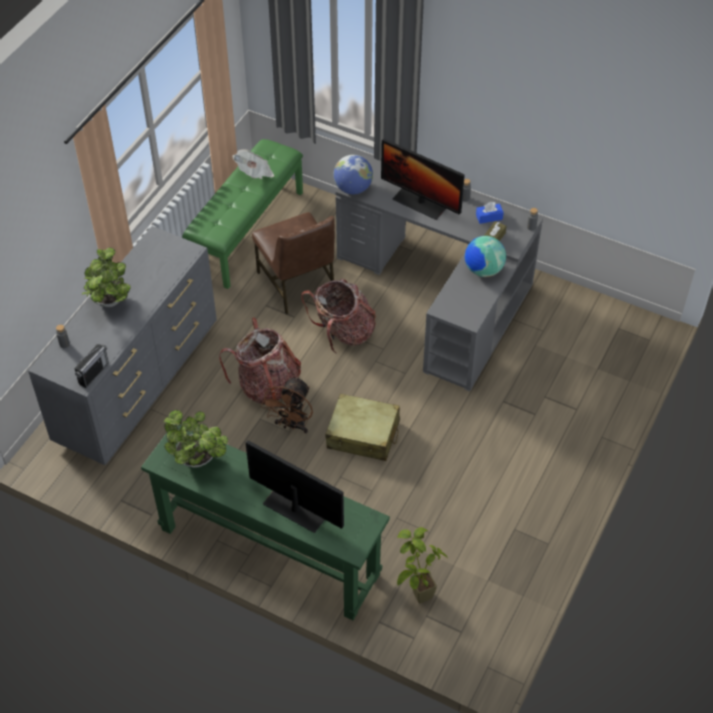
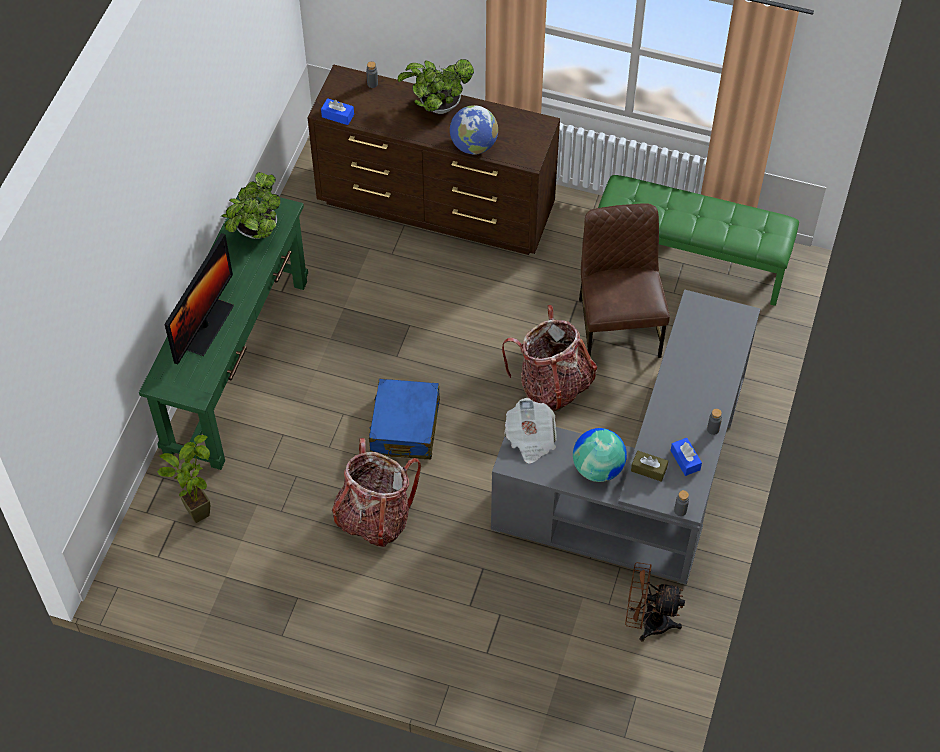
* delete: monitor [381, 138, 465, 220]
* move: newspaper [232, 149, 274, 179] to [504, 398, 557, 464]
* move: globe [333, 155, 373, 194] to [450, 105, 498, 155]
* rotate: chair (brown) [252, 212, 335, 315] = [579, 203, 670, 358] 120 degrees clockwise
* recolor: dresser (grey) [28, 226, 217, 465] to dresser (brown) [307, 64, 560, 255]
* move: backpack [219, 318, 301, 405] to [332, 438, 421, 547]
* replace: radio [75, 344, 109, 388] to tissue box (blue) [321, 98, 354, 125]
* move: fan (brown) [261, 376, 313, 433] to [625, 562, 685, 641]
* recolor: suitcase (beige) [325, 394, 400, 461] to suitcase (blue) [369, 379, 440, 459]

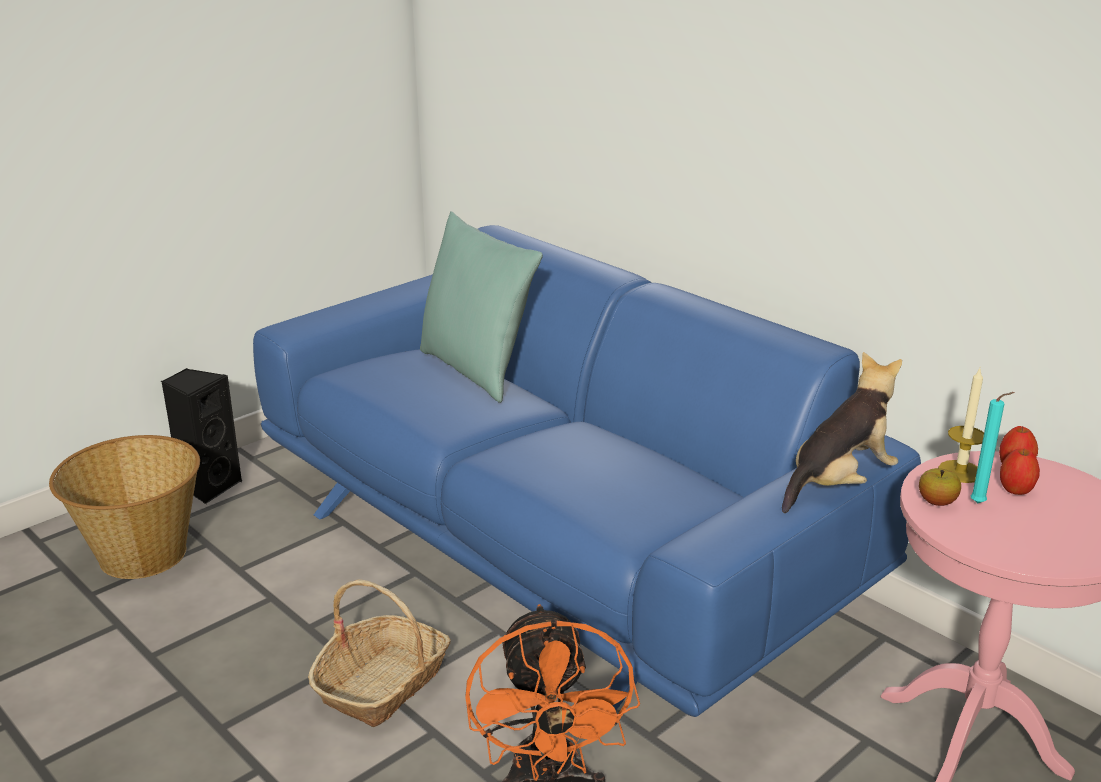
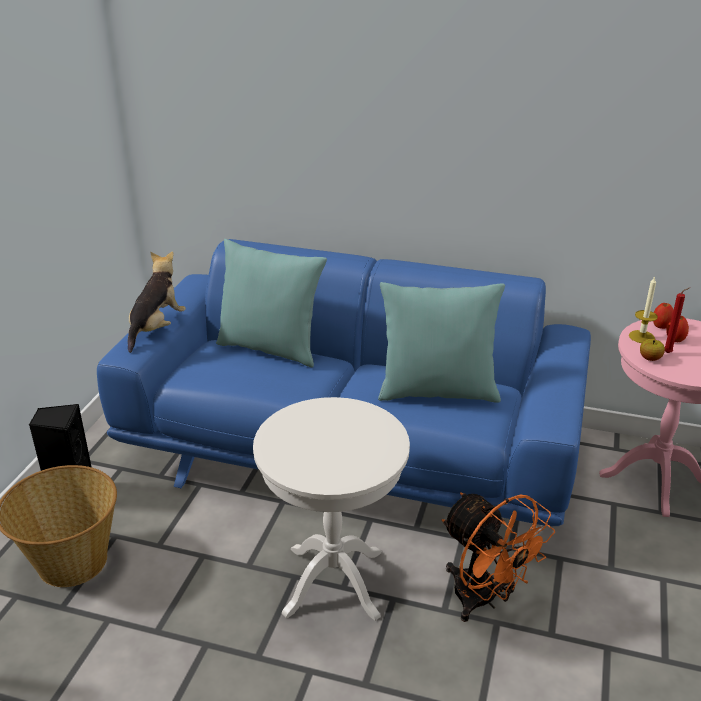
* move: plush toy [782, 352, 902, 513] to [128, 251, 186, 353]
* recolor: candle (turquoise) [971, 392, 1015, 503] to candle (red) [665, 287, 690, 353]
* replace: basket [308, 579, 451, 727] to side table (white) [253, 397, 410, 621]
* insert: pillow (turquoise) [378, 282, 505, 403]

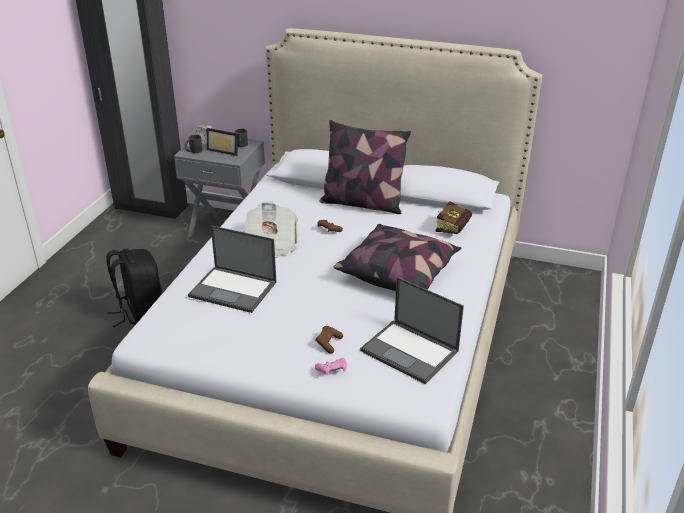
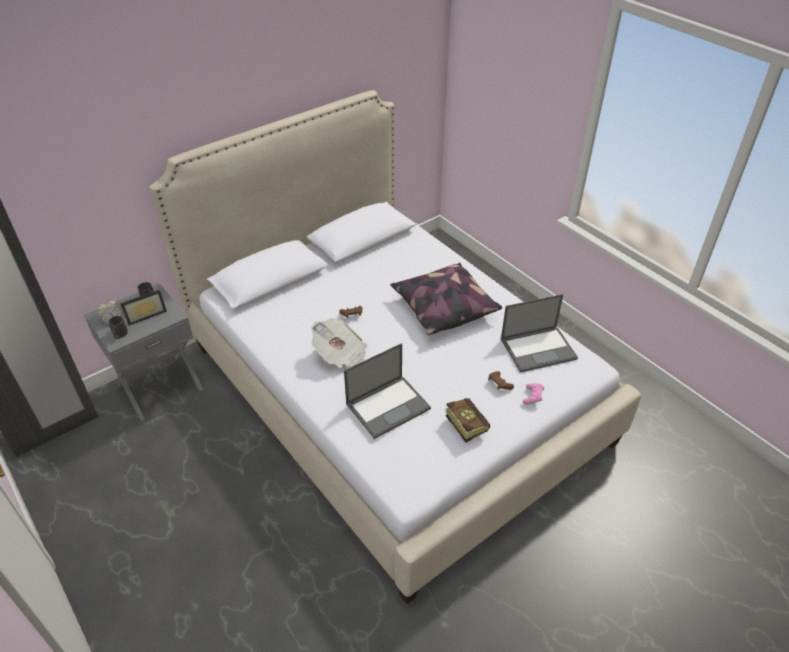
* delete: pillow [319, 120, 411, 214]
* move: book [436, 201, 472, 234] to [445, 398, 490, 443]
* delete: backpack (black) [106, 249, 162, 327]

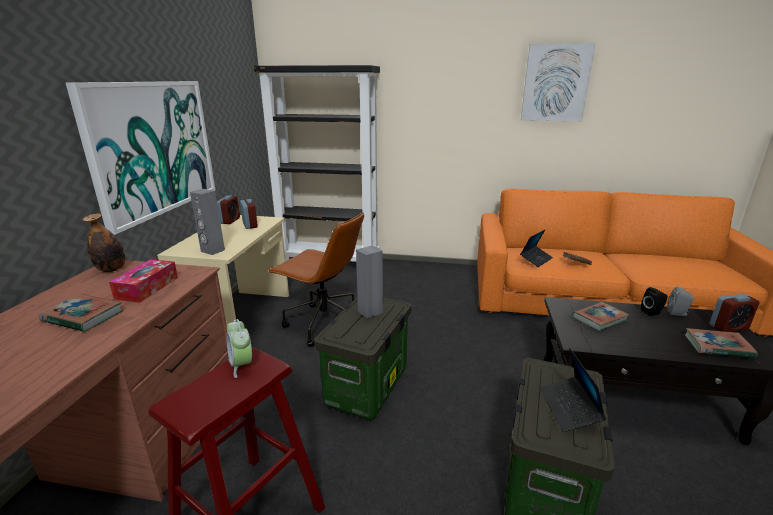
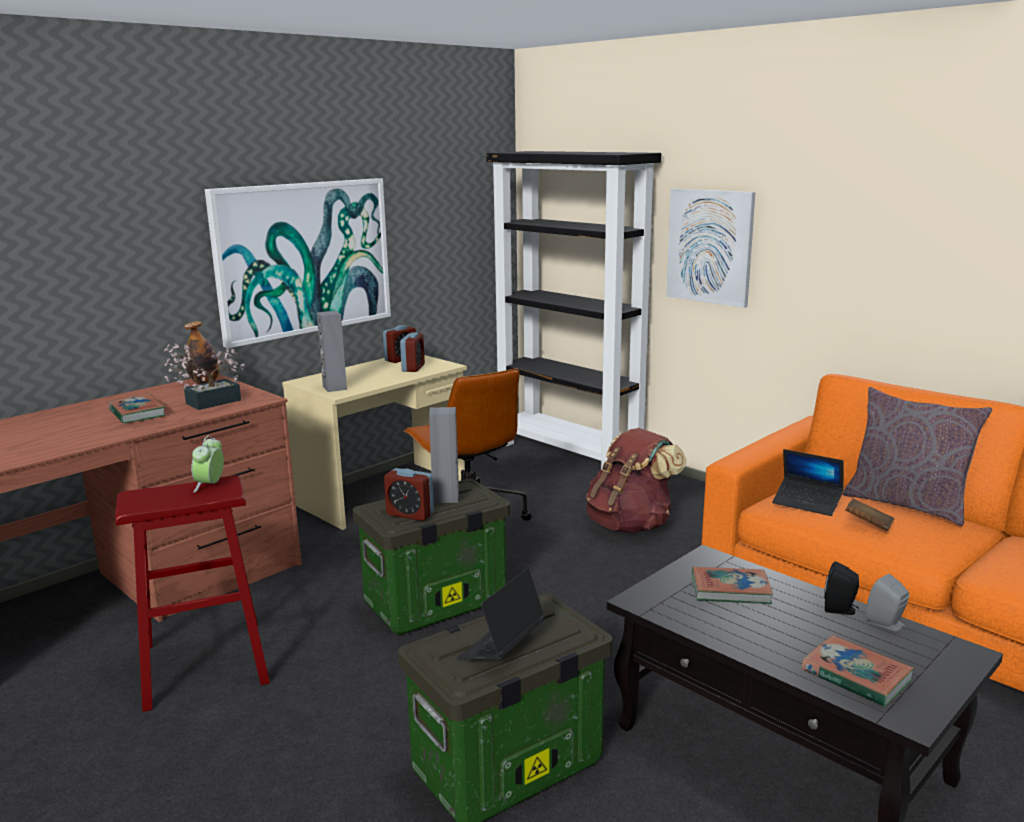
* move: picture [521, 43, 595, 121] to [666, 188, 755, 308]
* rotate: laptop [520, 230, 553, 267] = [772, 449, 844, 516] 45 degrees clockwise
* replace: tissue box [109, 259, 178, 303] to potted plant [164, 344, 245, 410]
* move: alarm clock [709, 294, 760, 332] to [384, 468, 434, 521]
* insert: pillow (grey) [843, 387, 992, 526]
* insert: backpack (brown) [586, 428, 687, 533]

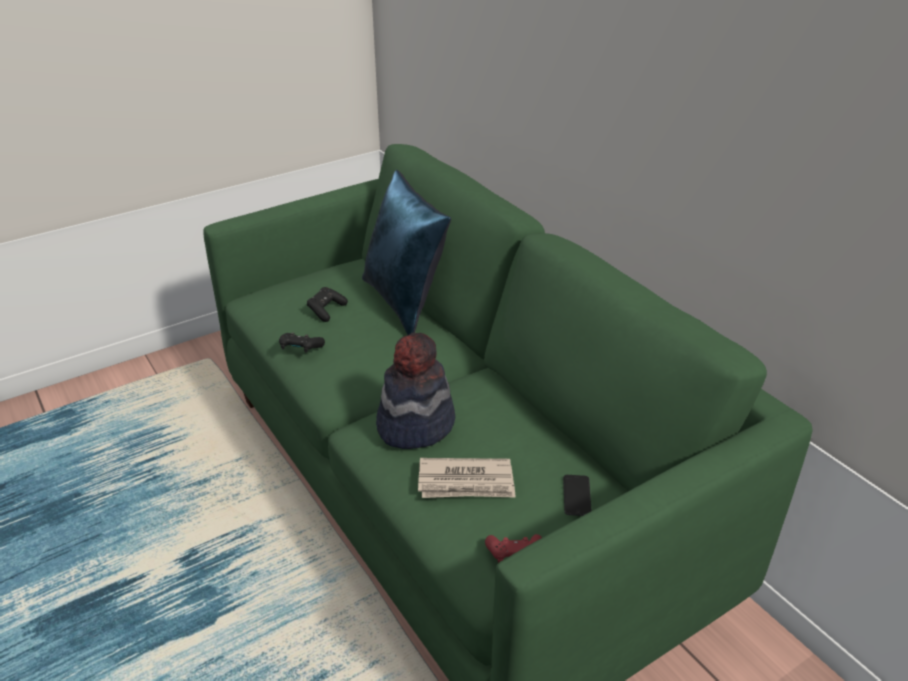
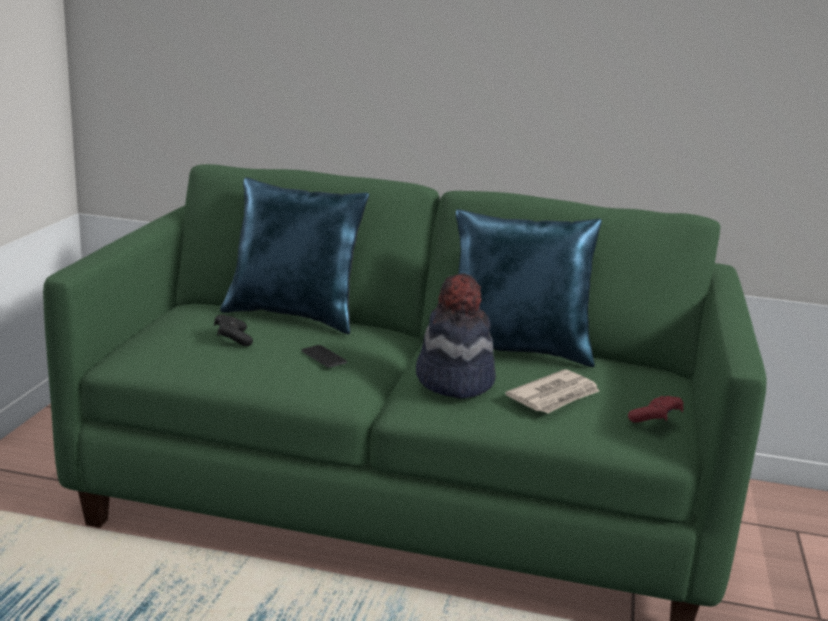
* delete: game controller (black) [279, 333, 325, 353]
* move: phone [563, 475, 592, 516] to [302, 345, 347, 368]
* insert: pillow (blue) [456, 209, 602, 367]

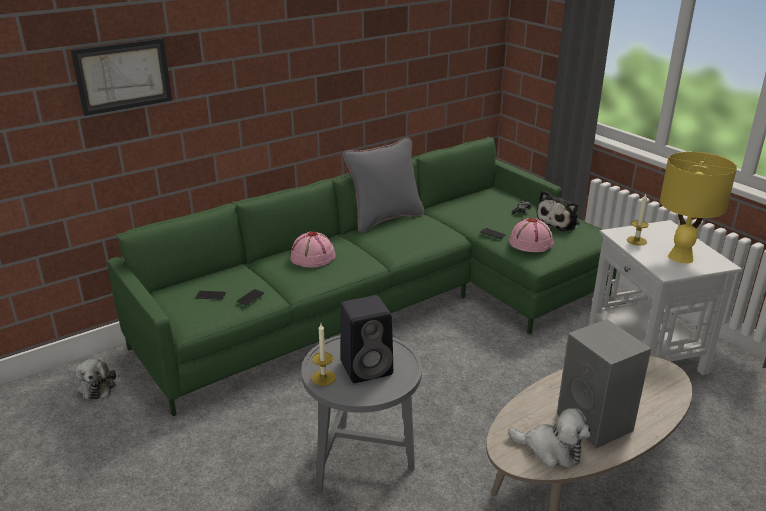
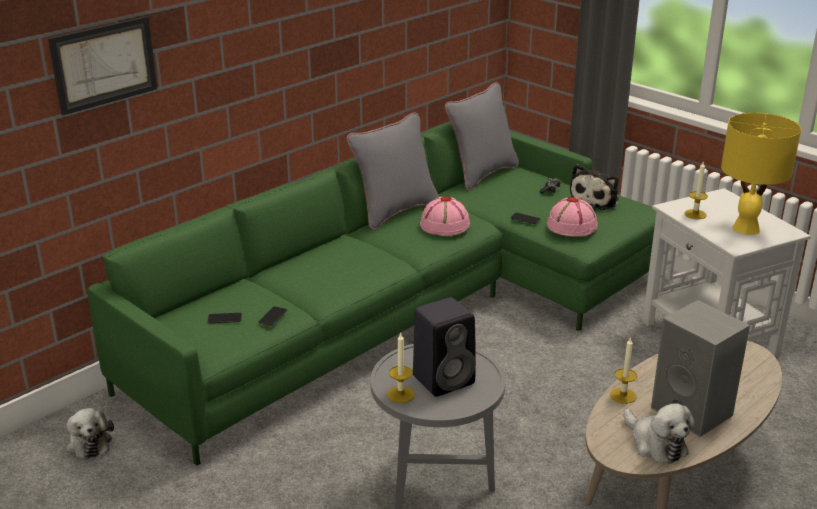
* move: hat (pink) [290, 231, 336, 268] to [420, 196, 470, 236]
* rotate: plush toy [508, 408, 591, 468] = [624, 403, 695, 464] 45 degrees clockwise
* insert: pillow (grey) [445, 82, 519, 191]
* insert: candle [610, 337, 637, 404]

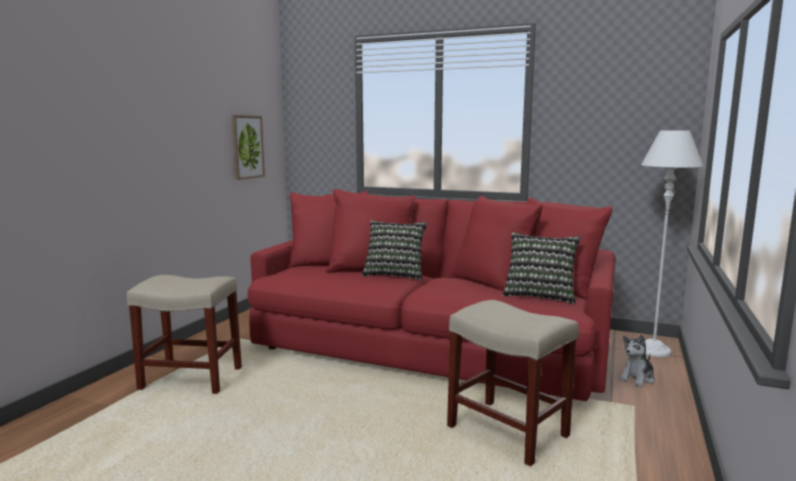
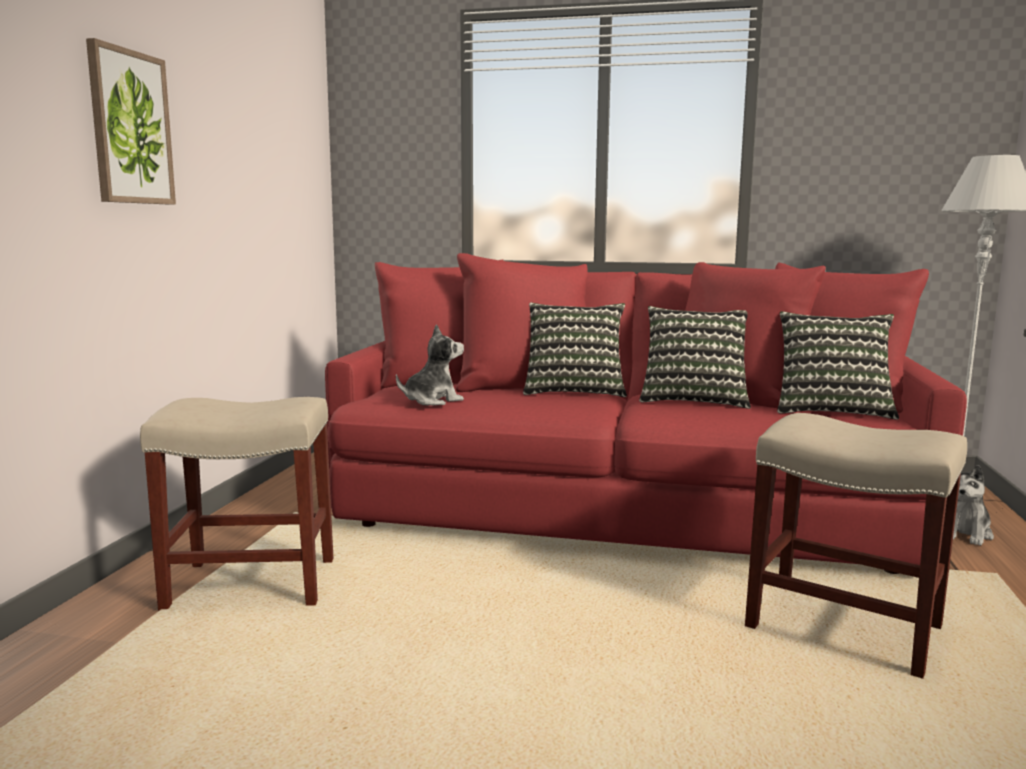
* move: picture [231, 115, 265, 180] to [86, 38, 176, 205]
* insert: pillow [639, 306, 751, 409]
* insert: plush toy [396, 324, 464, 406]

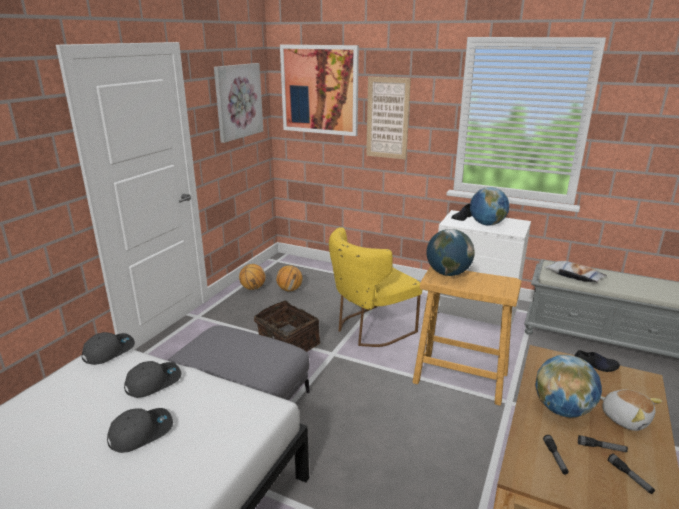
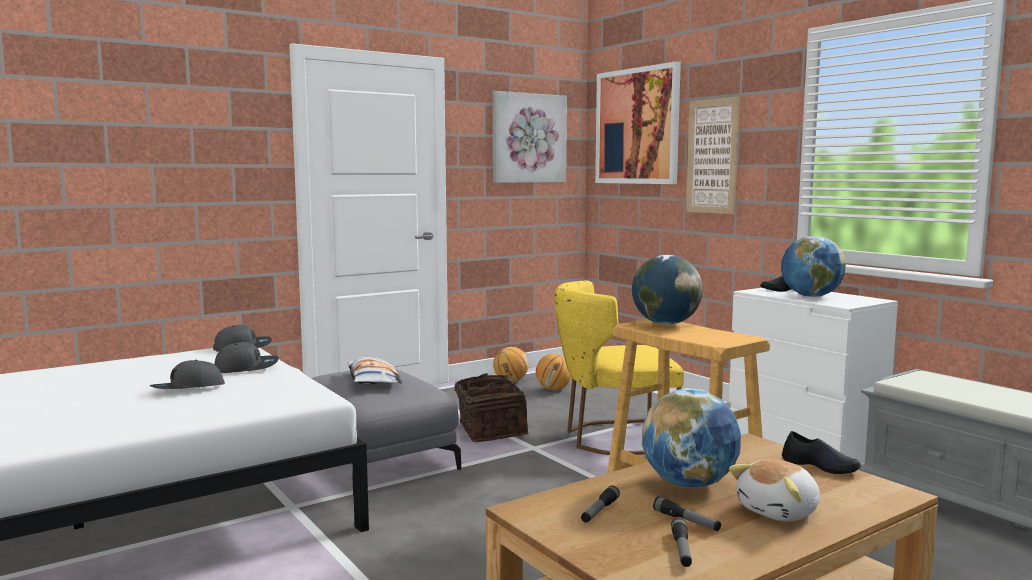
* move: pillow [544, 261, 607, 283] to [347, 357, 402, 384]
* rotate: plush toy [601, 390, 662, 431] = [729, 459, 820, 521] 60 degrees clockwise
* rotate: cap (grey) [107, 408, 173, 453] = [150, 360, 225, 389] 150 degrees clockwise

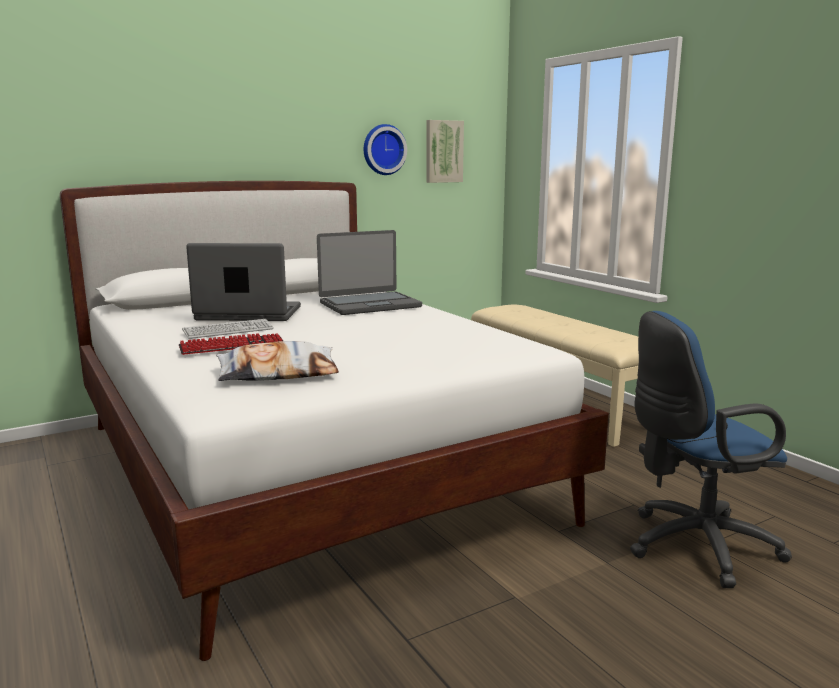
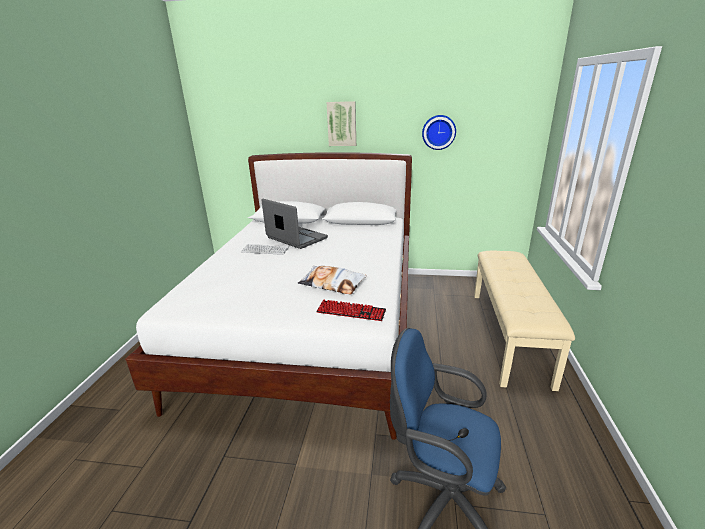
* move: picture [426, 120, 464, 183] to [327, 101, 356, 146]
* delete: laptop [317, 230, 422, 315]
* move: keyboard [179, 333, 283, 355] to [316, 299, 386, 321]
* move: pillow [216, 341, 339, 381] to [298, 266, 367, 295]

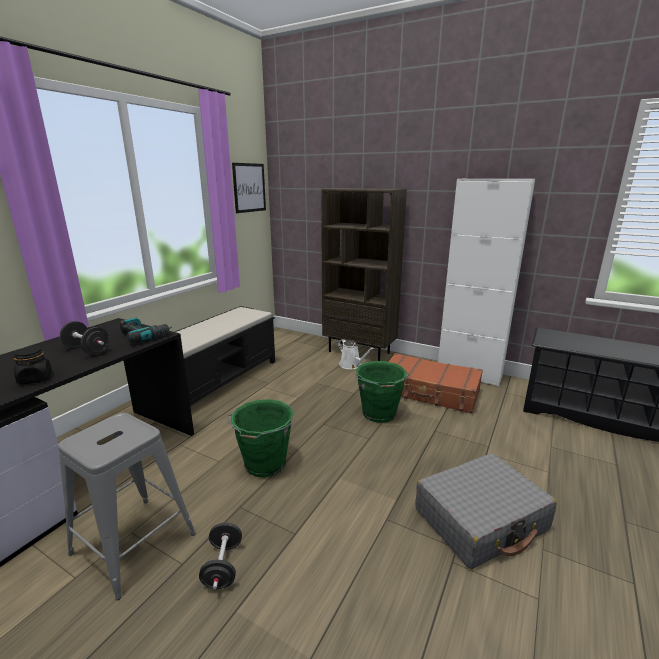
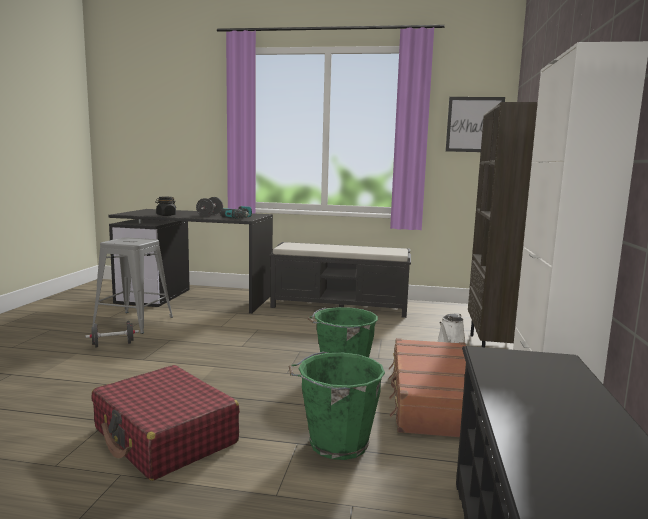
* move: bucket (green) [227, 399, 293, 477] to [289, 351, 385, 460]
* recolor: suitcase (grey) [415, 453, 557, 569] to suitcase (red) [91, 365, 240, 481]

